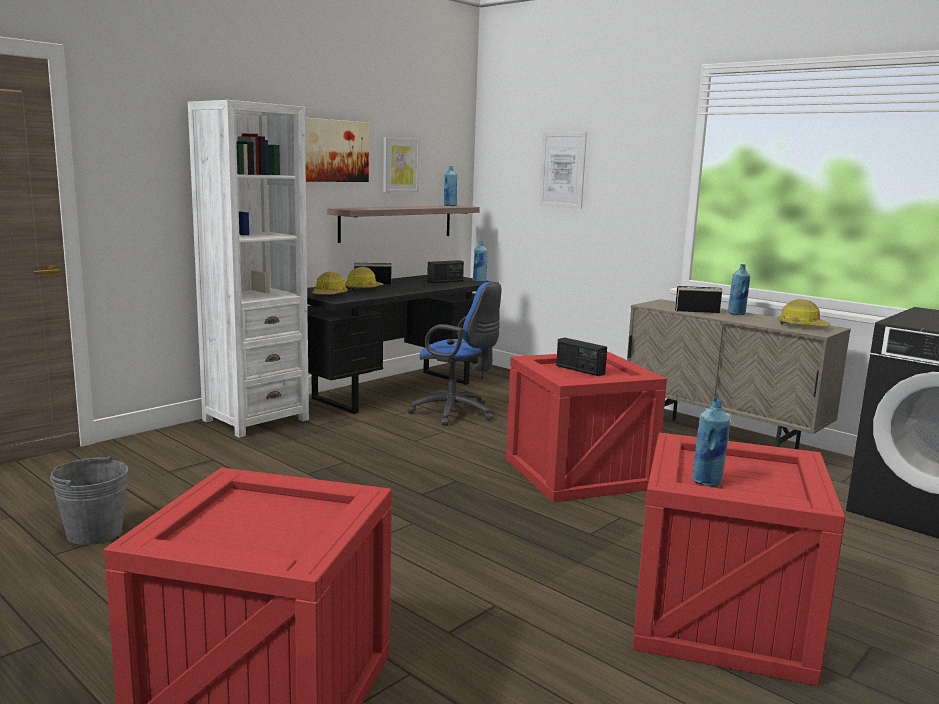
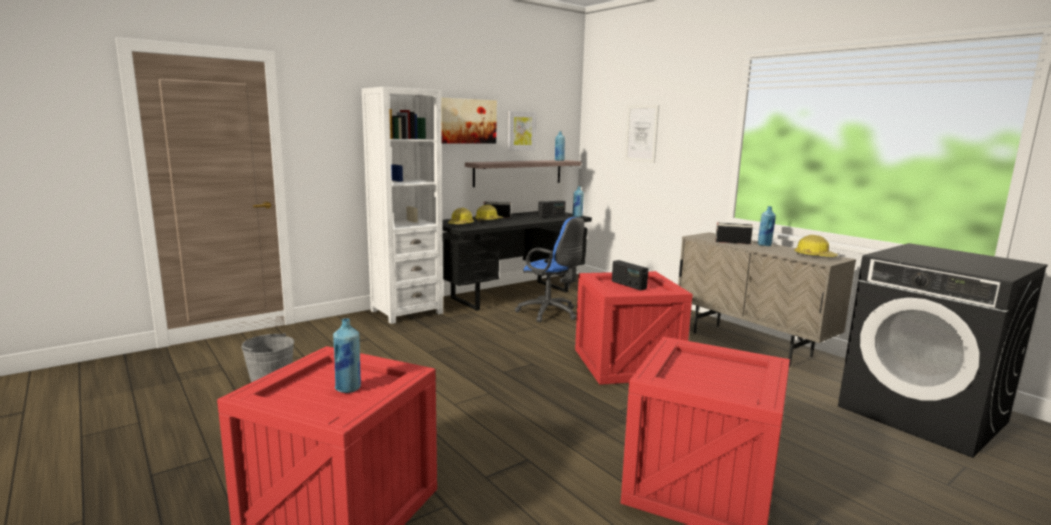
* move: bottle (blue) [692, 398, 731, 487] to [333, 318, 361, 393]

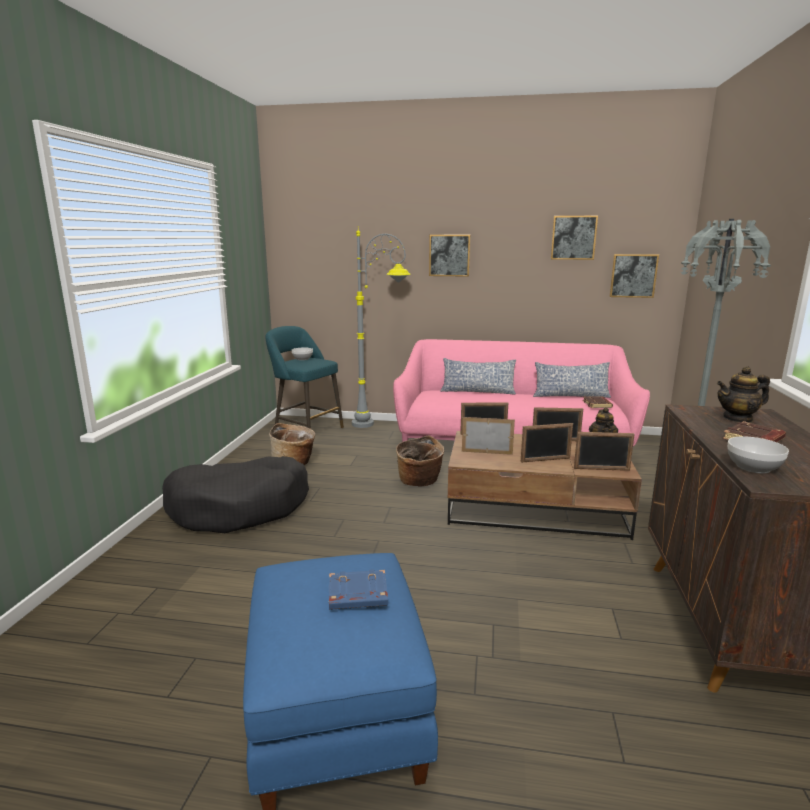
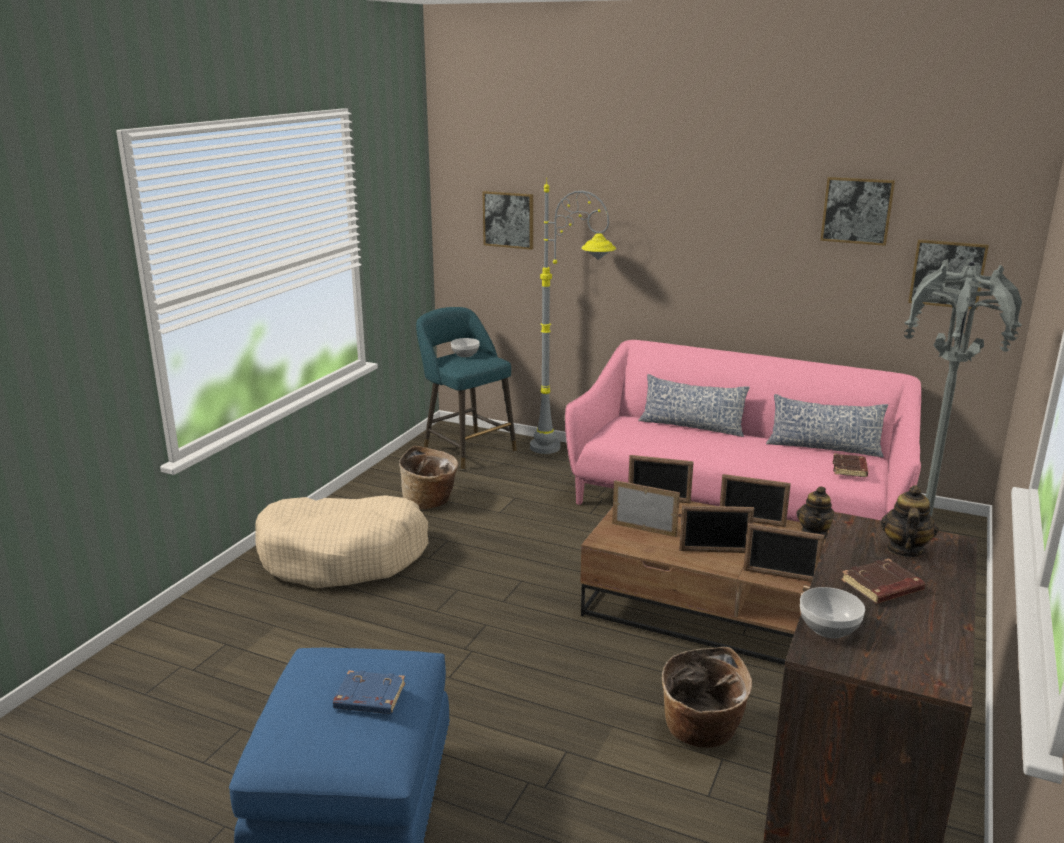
* move: picture [429, 235, 470, 277] to [483, 191, 533, 250]
* rotate: teapot [717, 366, 770, 423] = [881, 485, 939, 557] 105 degrees clockwise
* move: basket [396, 436, 444, 486] to [662, 647, 752, 748]
* recolor: dog bed (black) [162, 456, 309, 533] to dog bed (beige) [255, 495, 428, 589]

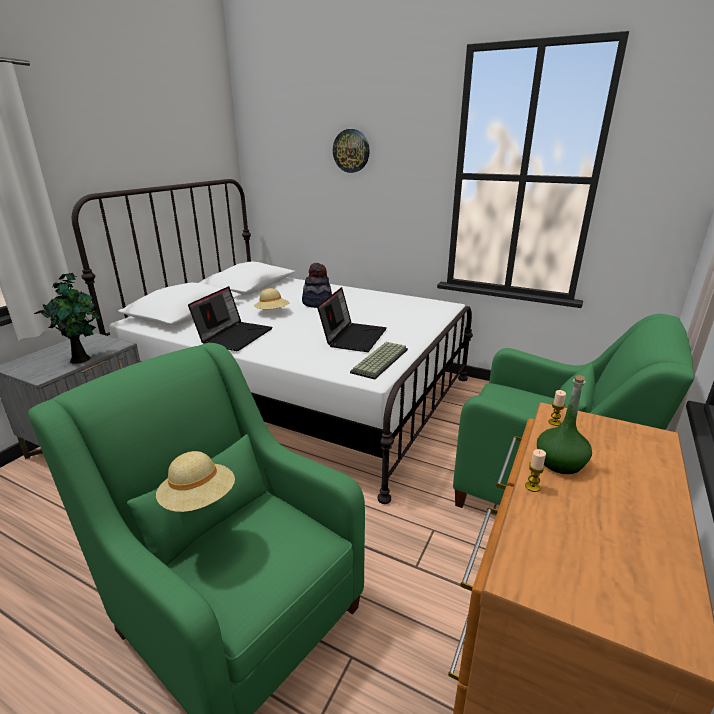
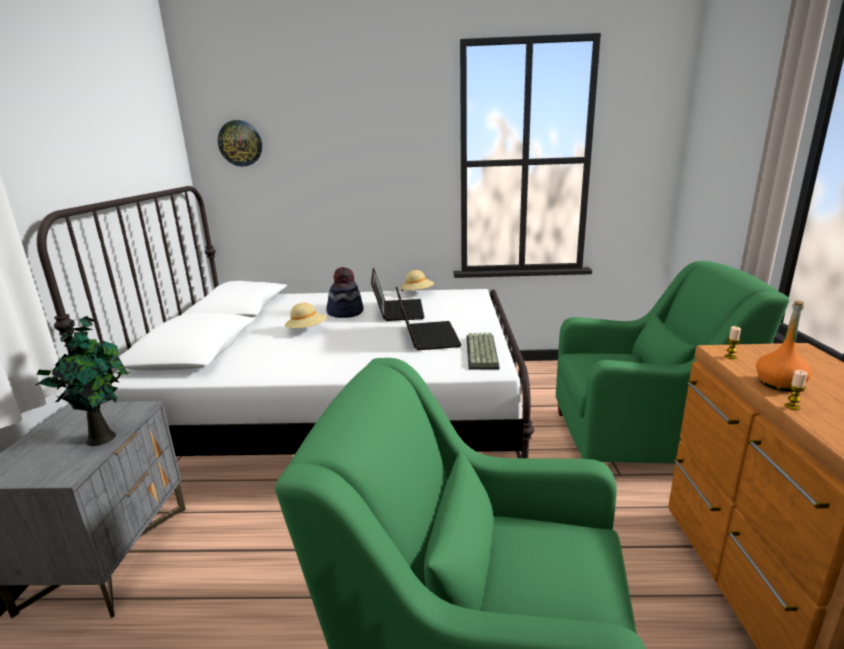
* move: wall clock [333, 129, 370, 173] to [218, 120, 262, 166]
* move: laptop [188, 286, 273, 351] to [371, 268, 424, 321]
* recolor: bottle (green) [537, 375, 592, 474] to bottle (orange) [756, 300, 812, 391]
* move: hat (beige) [156, 451, 235, 512] to [401, 270, 434, 292]

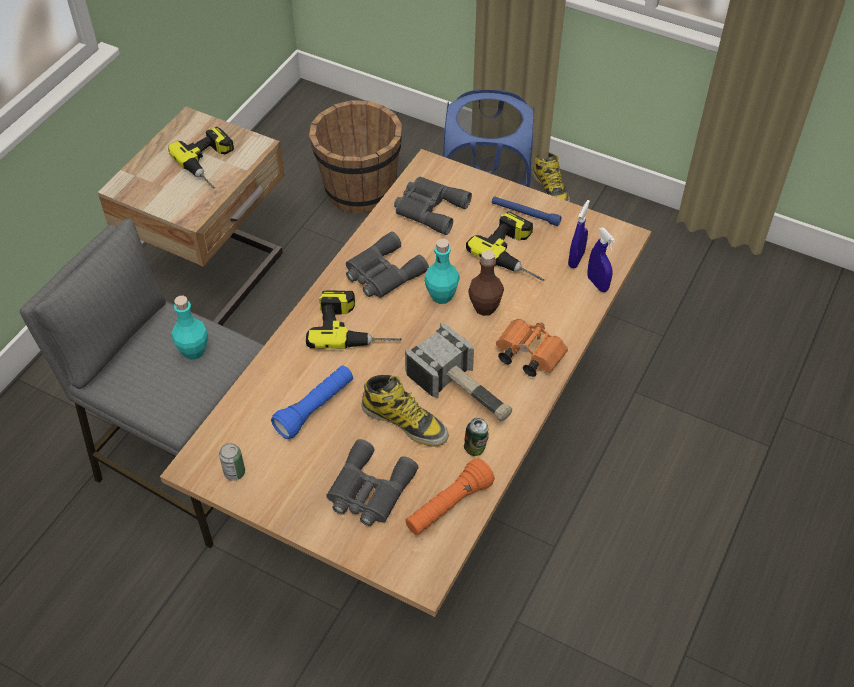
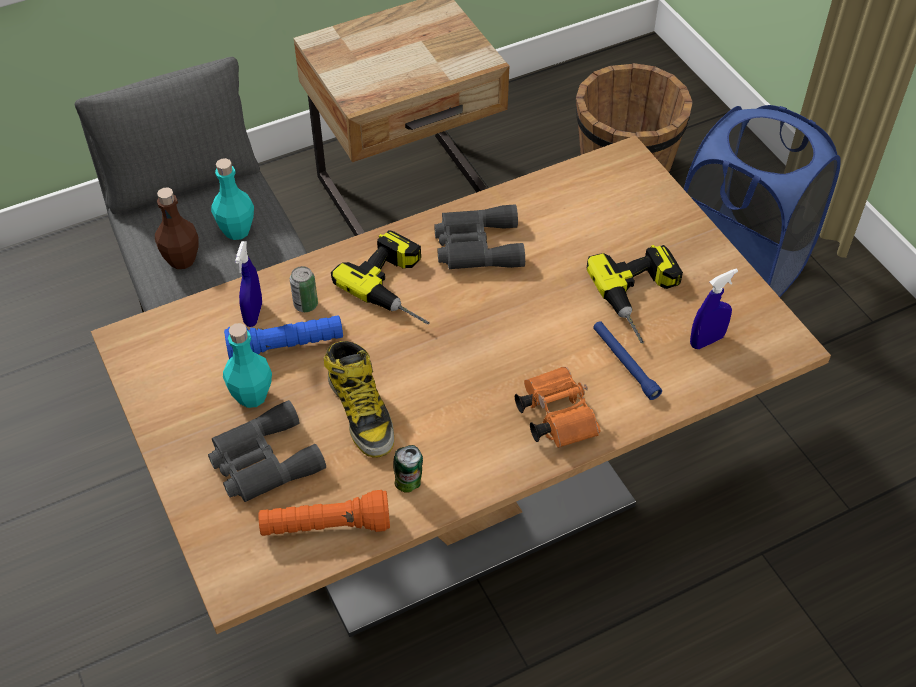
* delete: power drill [168, 127, 234, 189]
* delete: boot [532, 152, 570, 202]
* delete: binoculars (grey) [394, 177, 472, 235]
* move: flashlight (blue) [492, 196, 562, 226] to [593, 321, 662, 400]
* move: spray bottle (blue) [587, 227, 615, 292] to [235, 241, 262, 327]
* move: bottle (turquoise) [424, 239, 460, 304] to [223, 323, 272, 408]
* move: bottle (brown) [468, 250, 504, 316] to [155, 188, 199, 269]
* delete: hammer [405, 323, 512, 421]
* move: can [219, 443, 245, 481] to [290, 266, 318, 312]

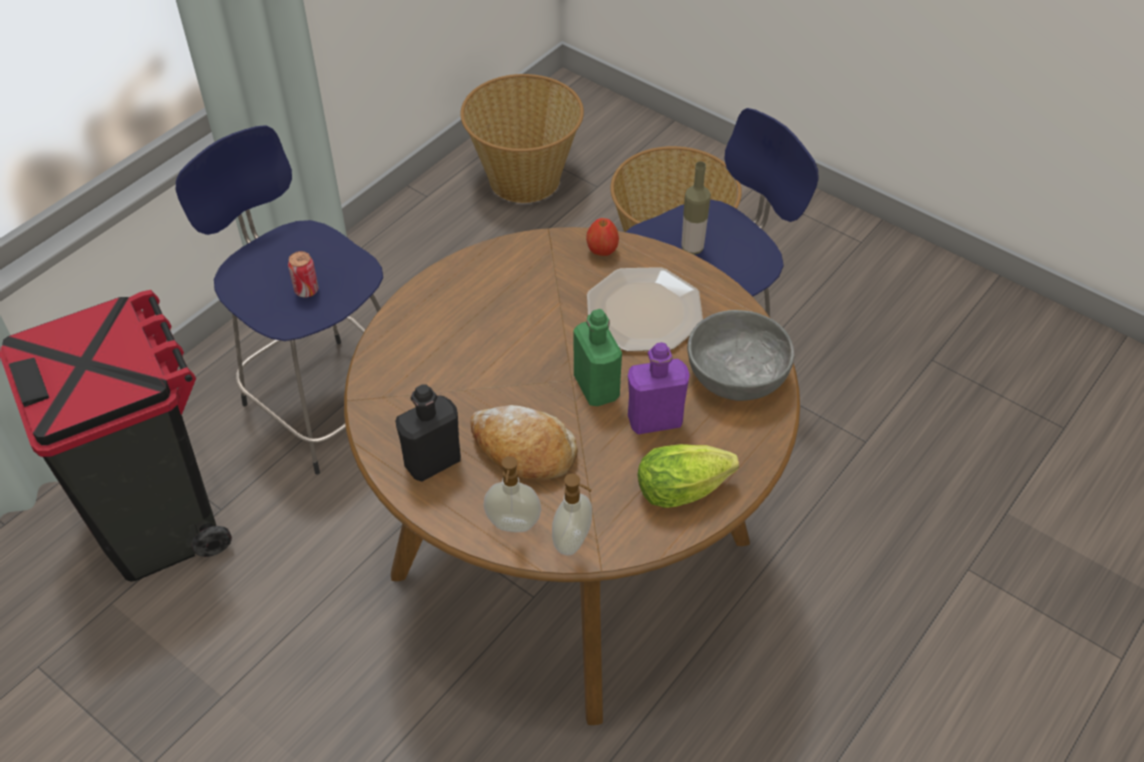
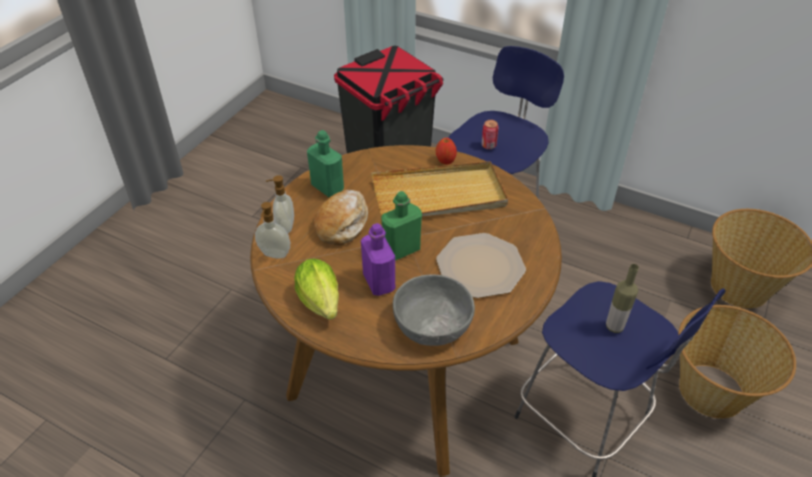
* move: apple [586, 218, 619, 256] to [436, 138, 457, 165]
* recolor: bottle (black) [395, 384, 461, 482] to bottle (green) [307, 130, 344, 197]
* insert: tray (beige) [371, 161, 508, 216]

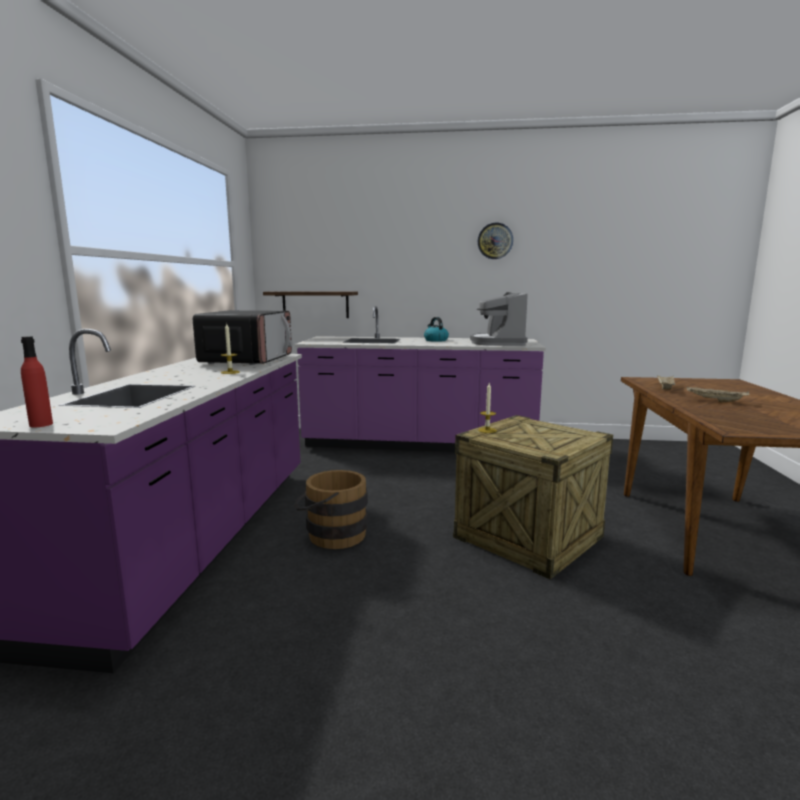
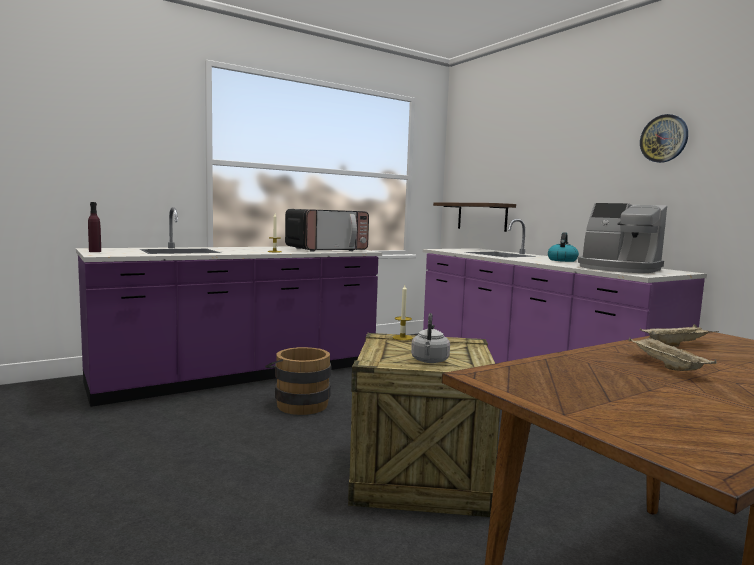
* rotate: coffee machine [470, 292, 528, 346] = [578, 203, 667, 273] 105 degrees counterclockwise
* recolor: bottle (red) [21, 336, 53, 427] to bottle (purple) [88, 202, 101, 252]
* insert: kettle (grey) [411, 313, 450, 363]

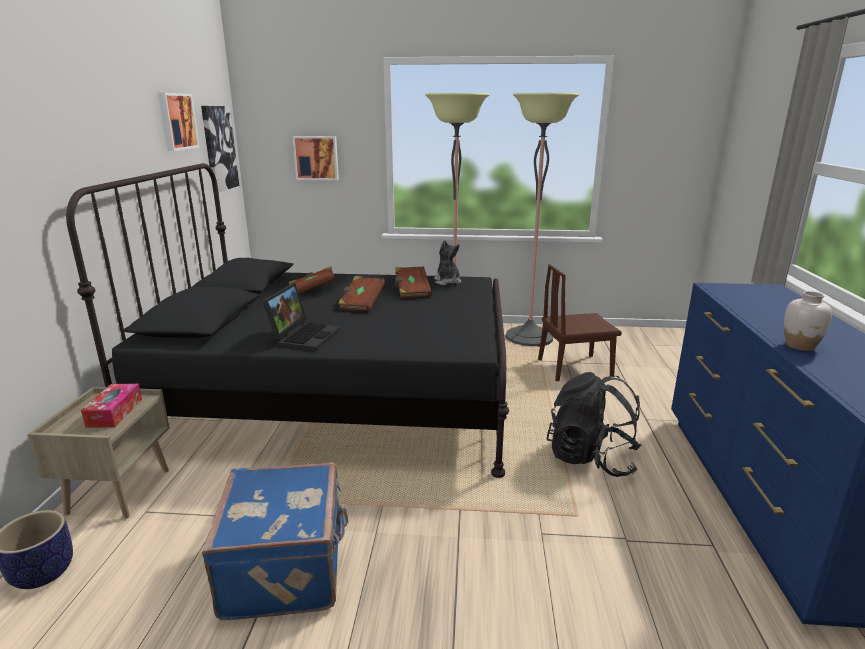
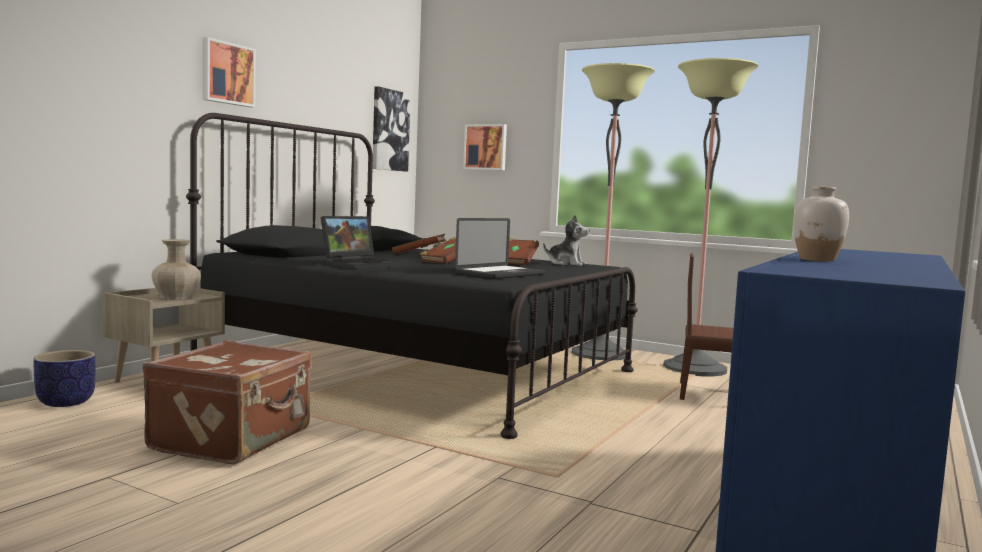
* move: picture [158, 93, 199, 151] to [203, 37, 256, 107]
* rotate: plush toy [434, 240, 461, 285] = [543, 215, 590, 266] 105 degrees clockwise
* delete: backpack (black) [547, 372, 642, 477]
* replace: tissue box [81, 384, 142, 427] to vase (beige) [152, 239, 201, 300]
* recolor: suitcase (blue) [202, 462, 348, 620] to suitcase (brown) [142, 340, 312, 465]
* insert: laptop [455, 218, 545, 279]

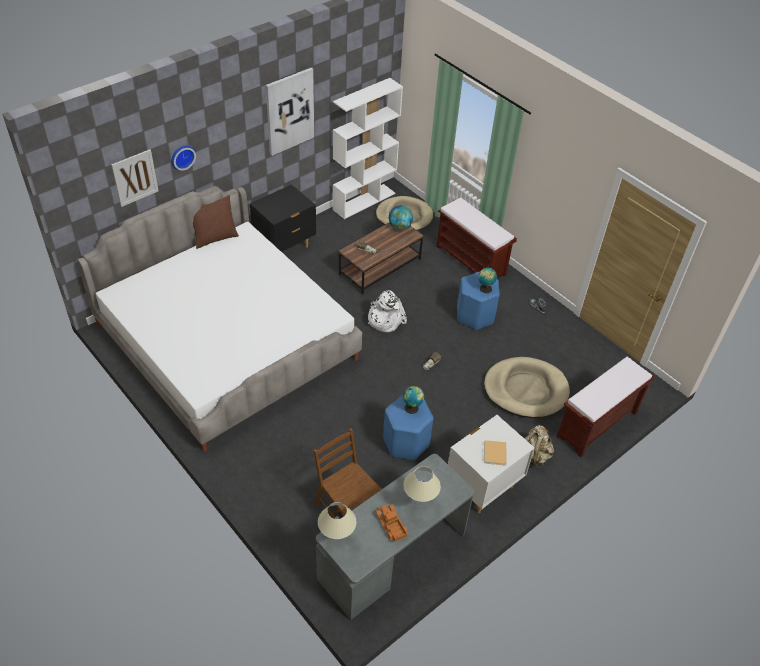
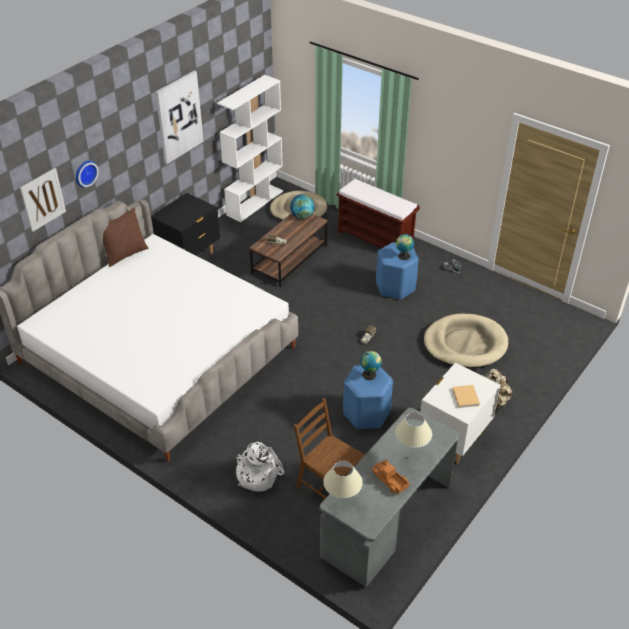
* move: backpack (white) [368, 290, 407, 332] to [236, 442, 284, 492]
* delete: bench (brown) [556, 357, 655, 458]

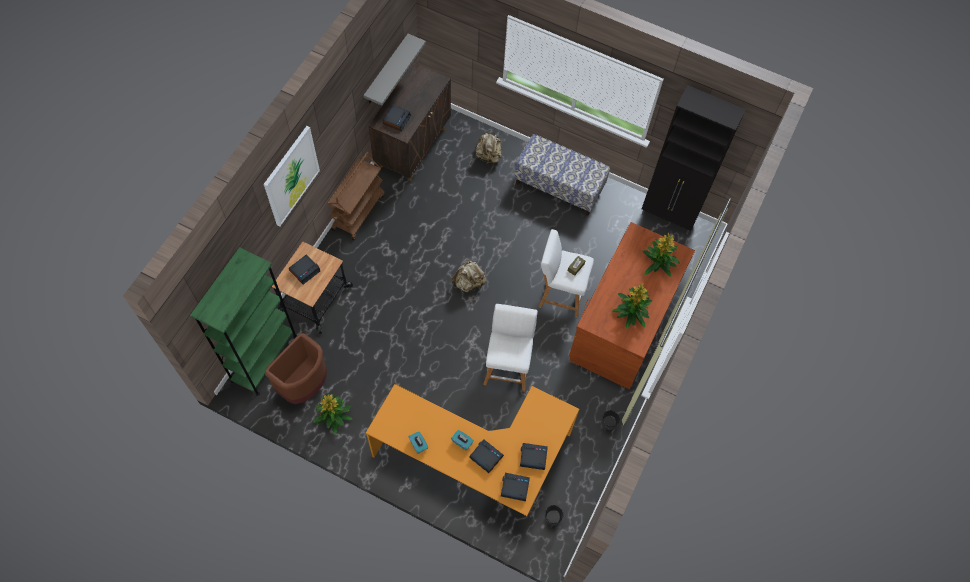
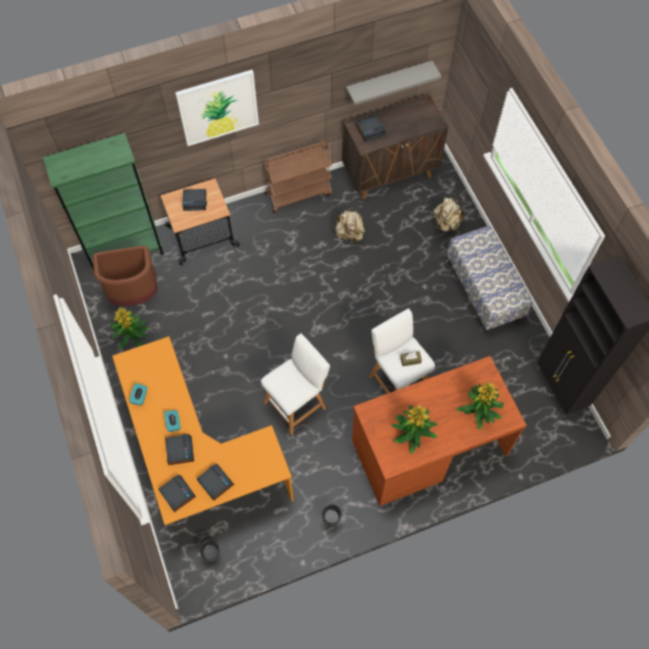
* move: backpack (beige) [451, 260, 487, 292] to [333, 208, 365, 243]

